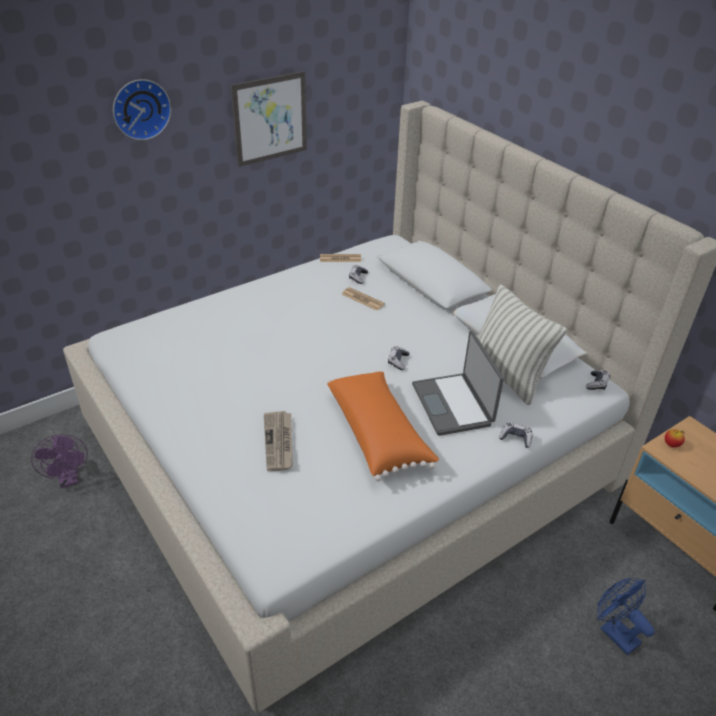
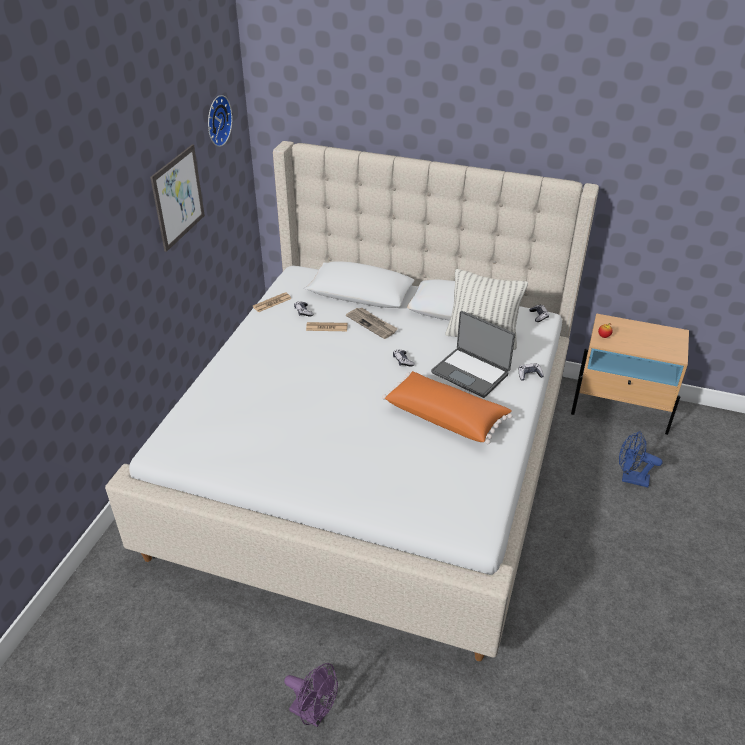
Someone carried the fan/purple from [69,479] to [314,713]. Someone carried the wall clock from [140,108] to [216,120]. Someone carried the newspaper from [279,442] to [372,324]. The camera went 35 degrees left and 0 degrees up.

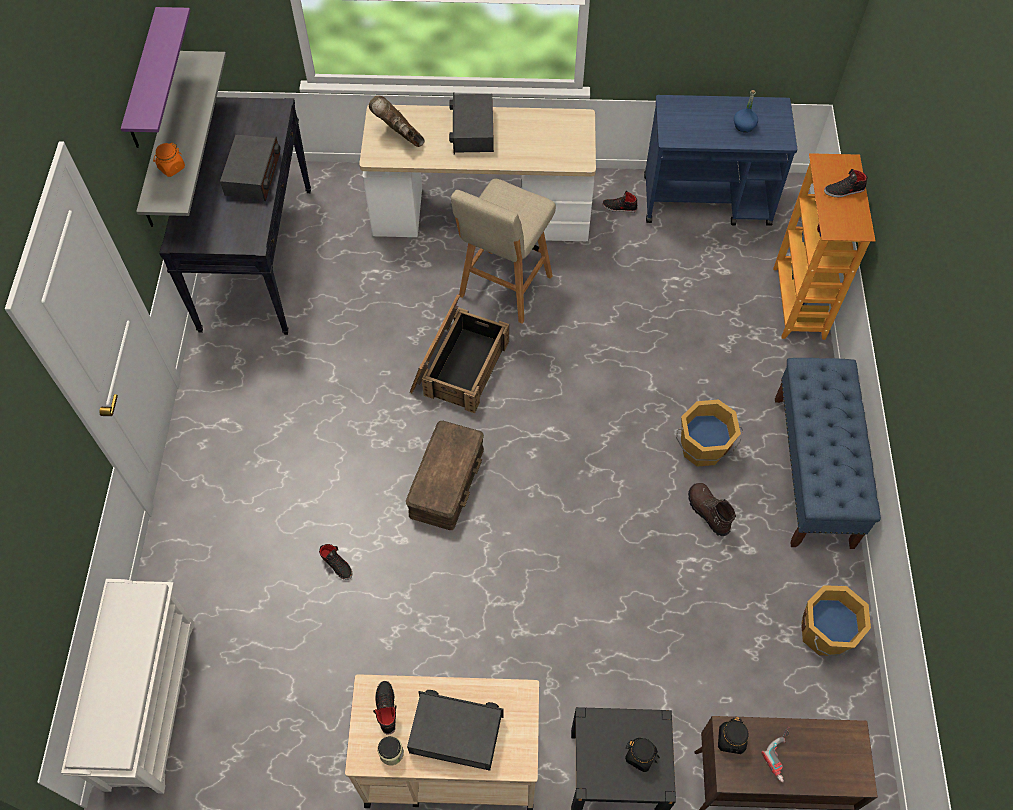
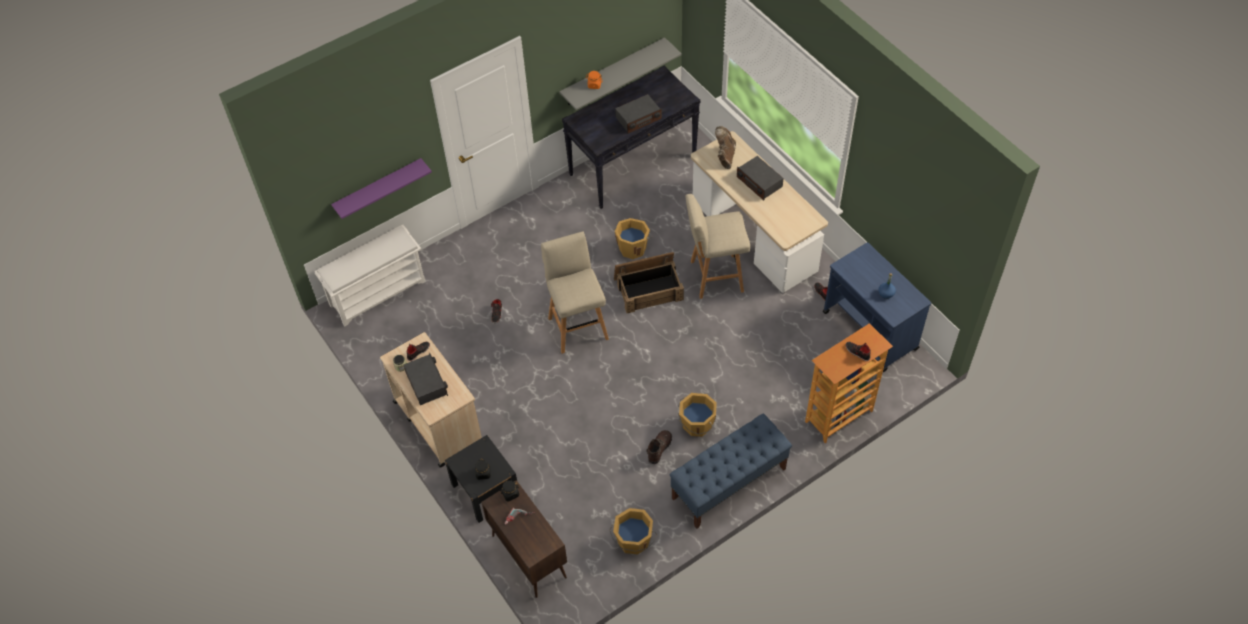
Someone carried the shelf/purple from [144,81] to [378,189]. Someone swapped the storage box/brown at [445,481] for the stool/beige at [577,326]. Someone rotated the radio at [472,131] by 90 degrees counterclockwise. Someone put down the bucket/orange at [632,248]. The camera went 55 degrees right and 5 degrees down.

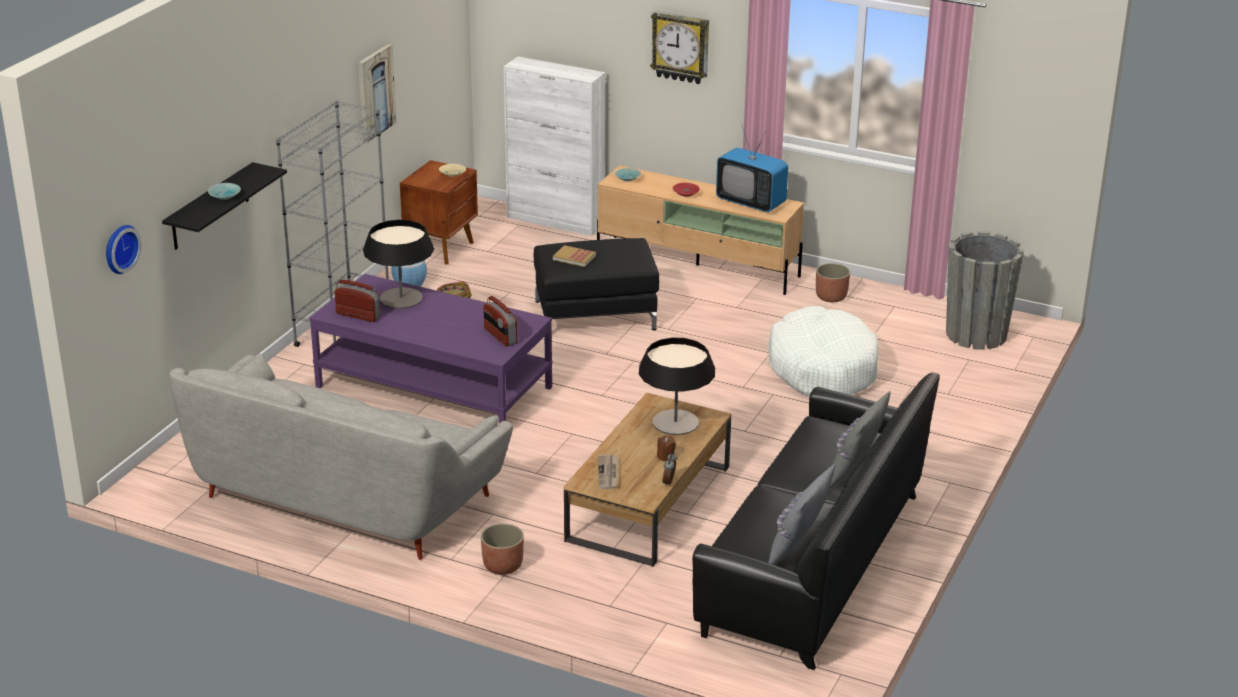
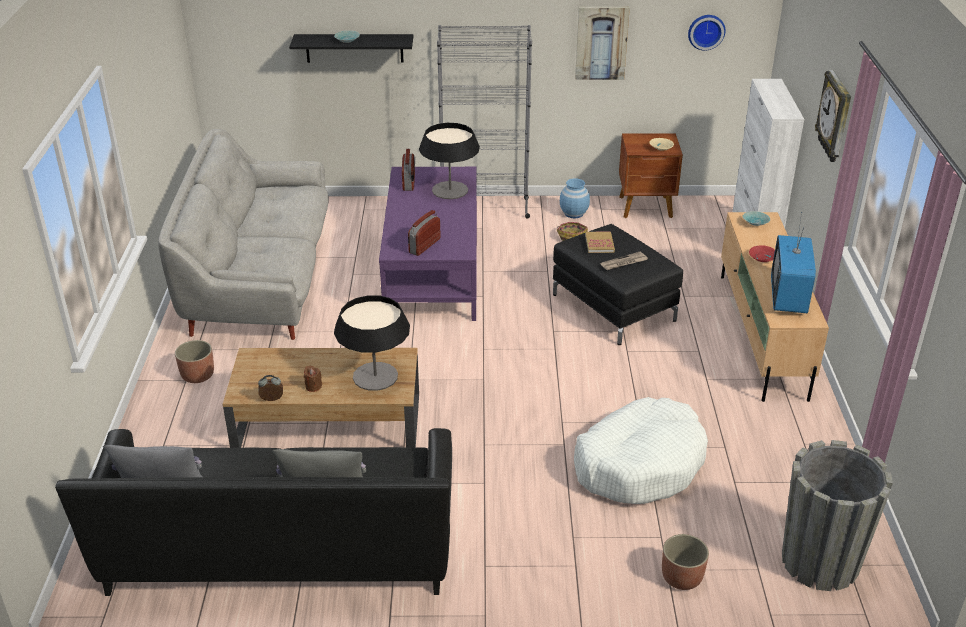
Someone carried the wall clock from [119,248] to [706,31]. Someone carried the newspaper from [608,473] to [624,263]. Someone carried the planter from [831,297] to [682,577]. The camera went 65 degrees right and 5 degrees up.

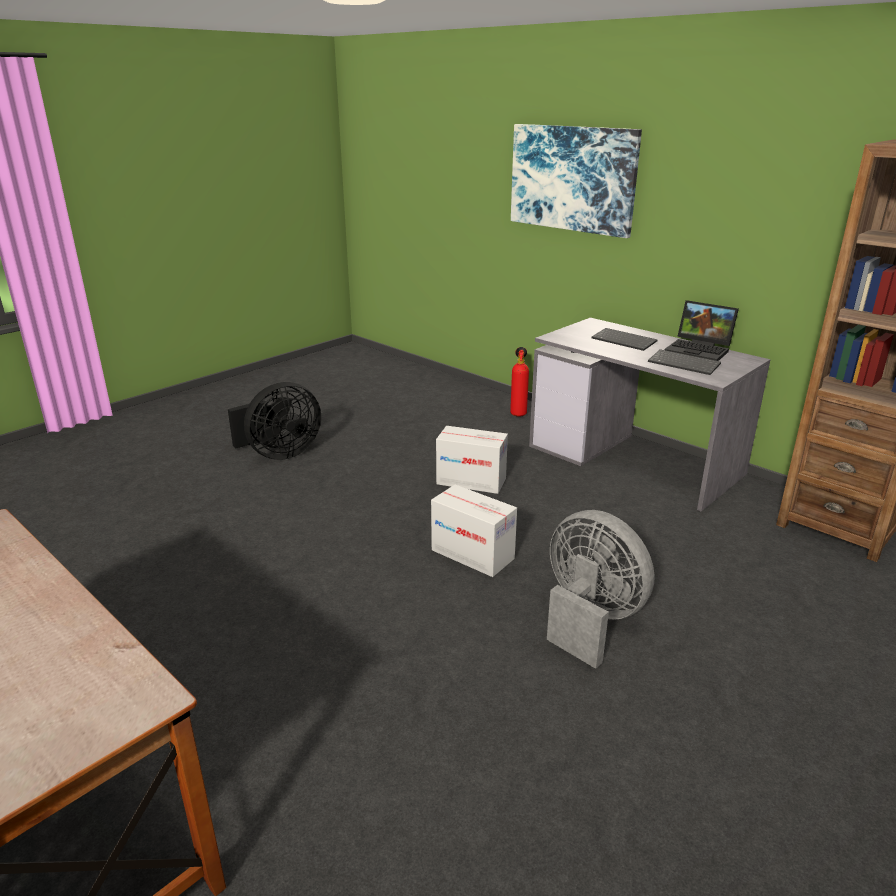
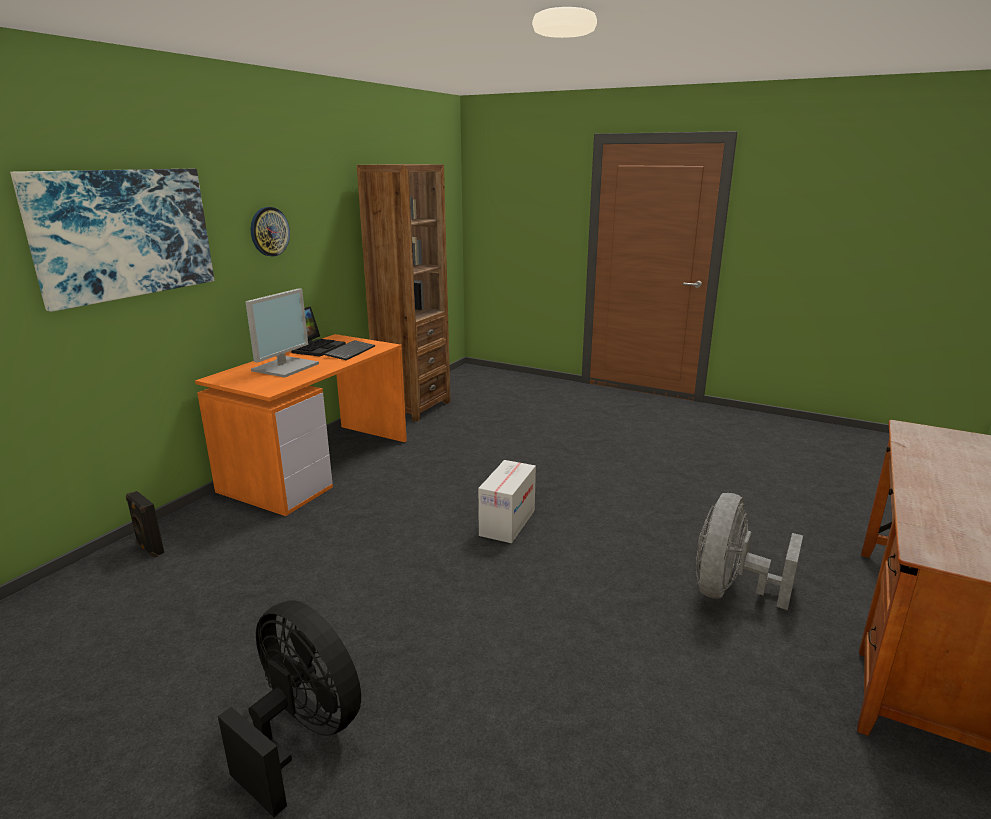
Someone took away the cardboard box at [471,481]. Someone took away the fire extinguisher at [518,413]. Someone repainted the desk/grey at [635,460], which became the desk/orange at [318,464]. Someone carried the fan/grey from [589,619] to [730,591]. Someone swapped the keyboard at [625,341] for the monitor at [285,367]. Someone put down the speaker/black at [149,548]. Someone put up the wall clock at [269,231]. The camera went 105 degrees left and 5 degrees down.

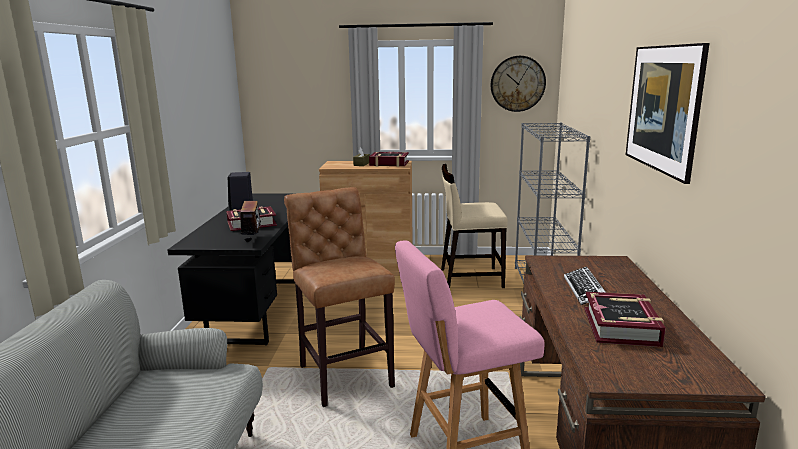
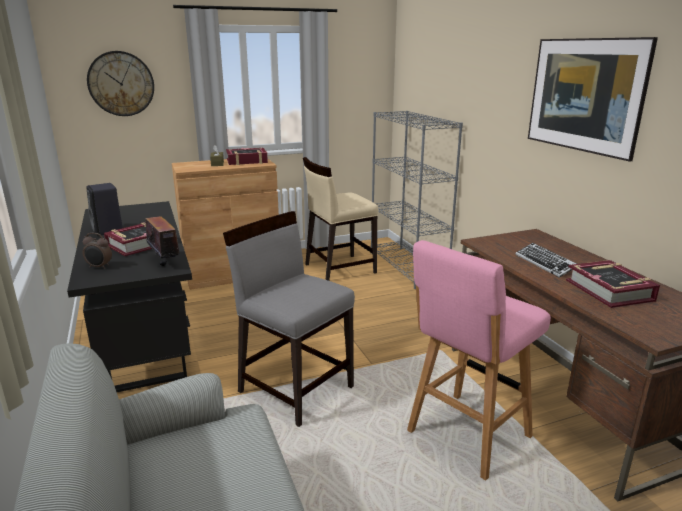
Someone swapped the stool/brown at [343,373] for the chair/grey at [295,388]. Someone carried the wall clock from [517,83] to [121,84]. Someone put down the alarm clock at [99,267]. The camera went 25 degrees left and 5 degrees up.

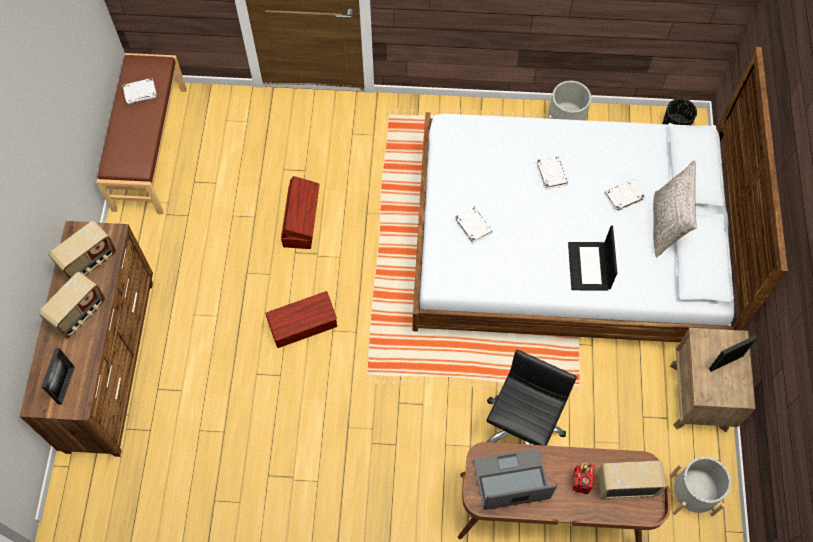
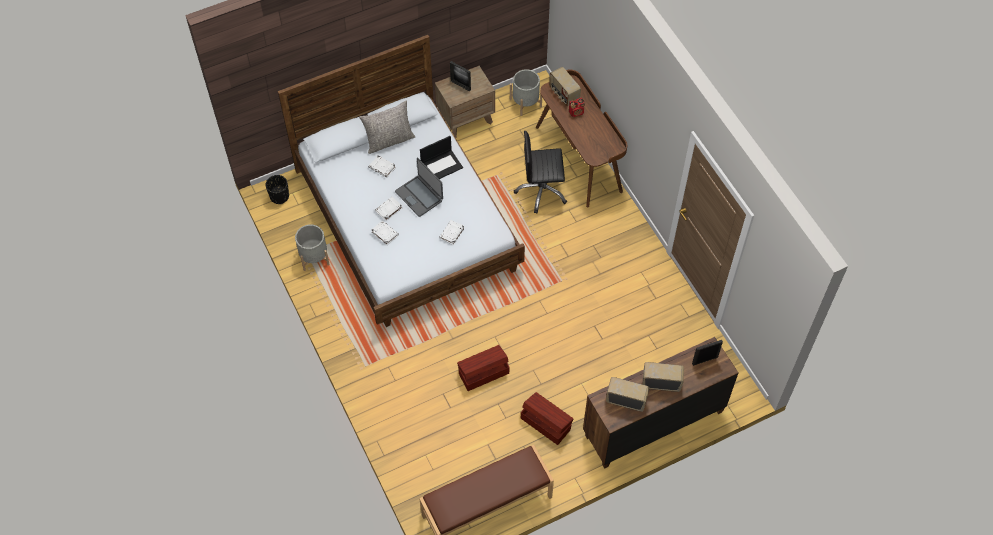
Someone carried the book/white from [140,93] to [384,233]. Someone carried the storage box/brown from [303,325] to [545,423]. Someone carried the laptop from [511,481] to [419,196]. The camera went 120 degrees left and 5 degrees down.

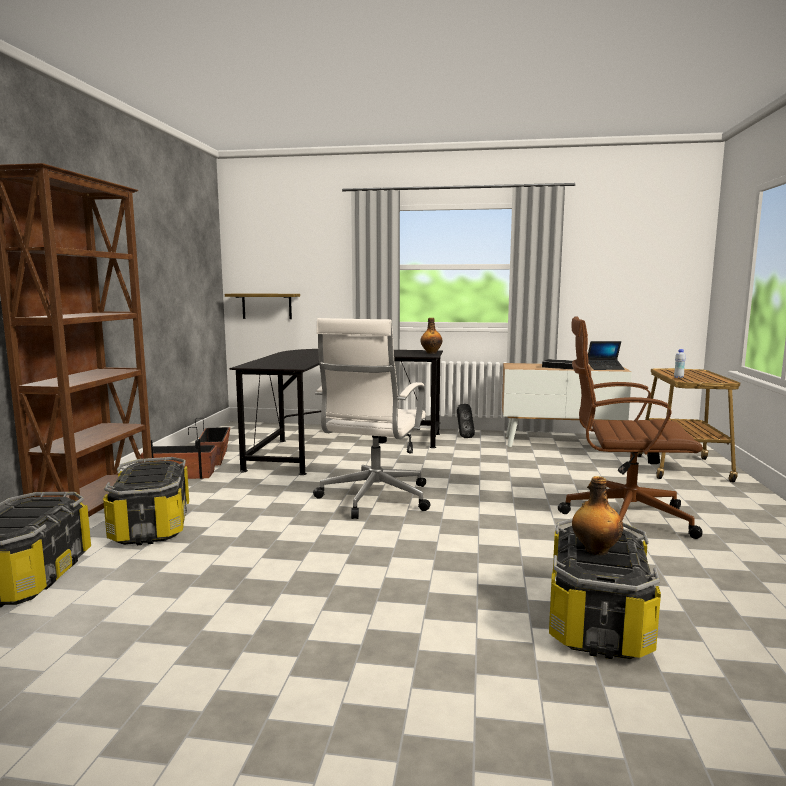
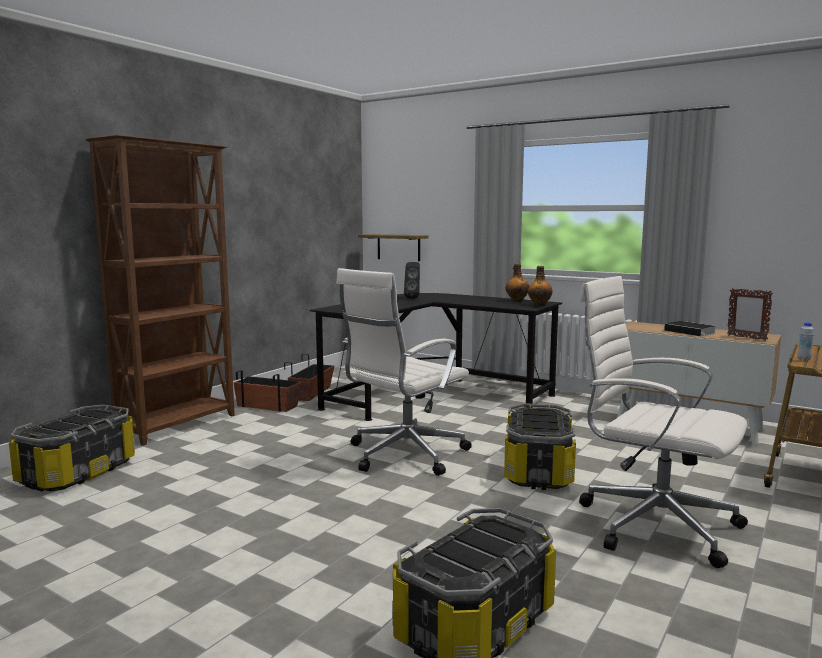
Someone carried the storage box from [152,525] to [539,471]. Someone carried the speaker/black from [463,437] to [412,298]. Someone repainted the office chair/brown at [623,517], which became the office chair/white at [653,524]. Someone carried the bottle from [595,550] to [517,301]. Someone swapped the laptop at [605,368] for the picture frame at [746,338]. The camera went 25 degrees right and 0 degrees up.

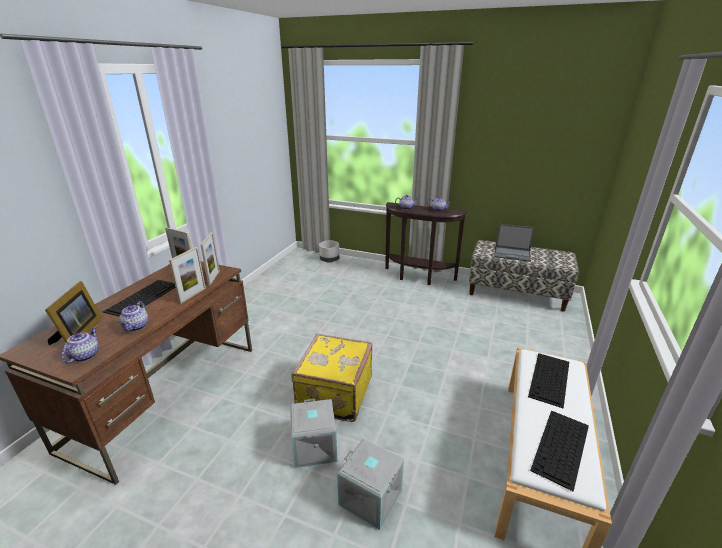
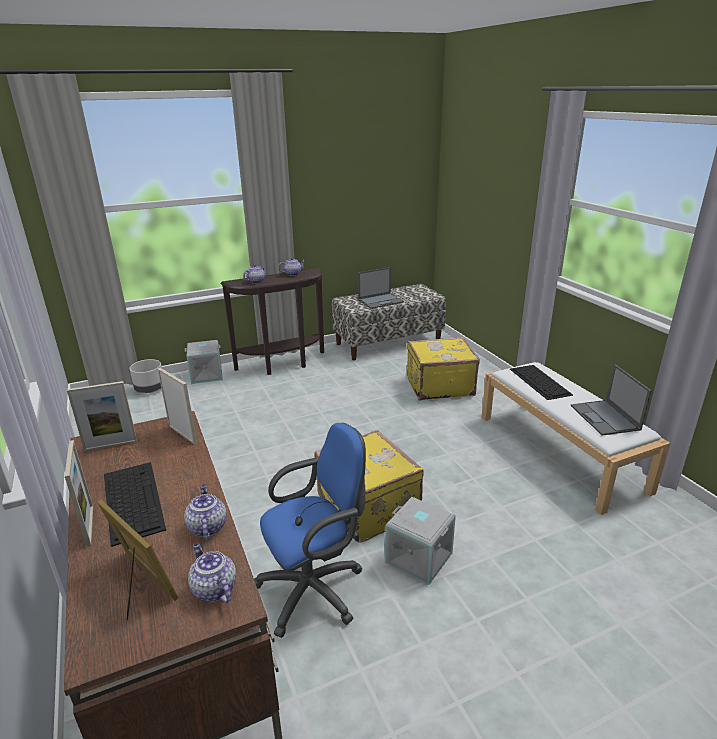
Someone rotated the teapot at [136,327] by 150 degrees counterclockwise. Someone carried the picture frame from [193,295] to [90,525]. Someone carried the storage box/grey from [371,496] to [207,374]. Someone swapped the keyboard at [561,448] for the laptop at [605,418]. Someone put down the office chair/blue at [316,589]. Someone put down the suitcase/yellow at [439,386]. The camera went 45 degrees left and 0 degrees up.

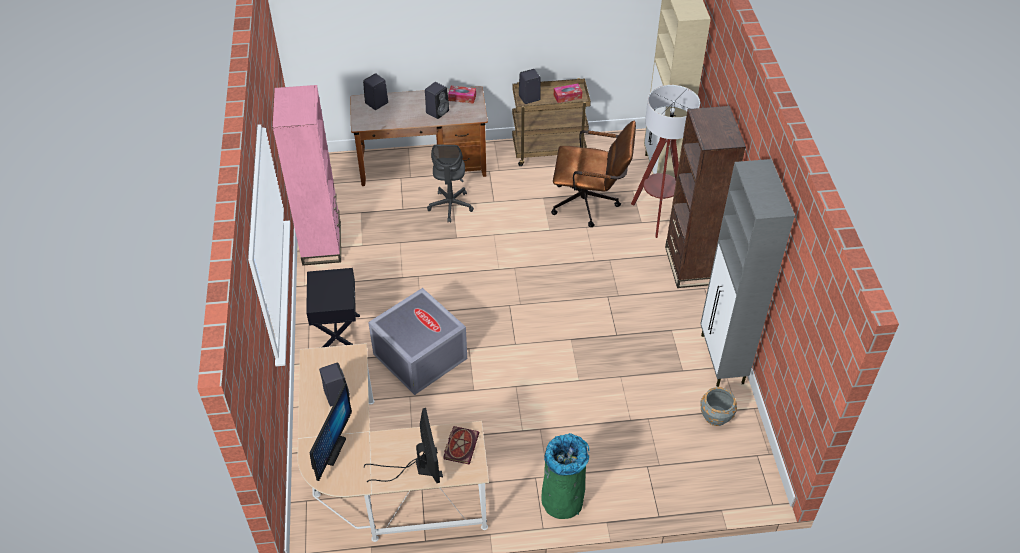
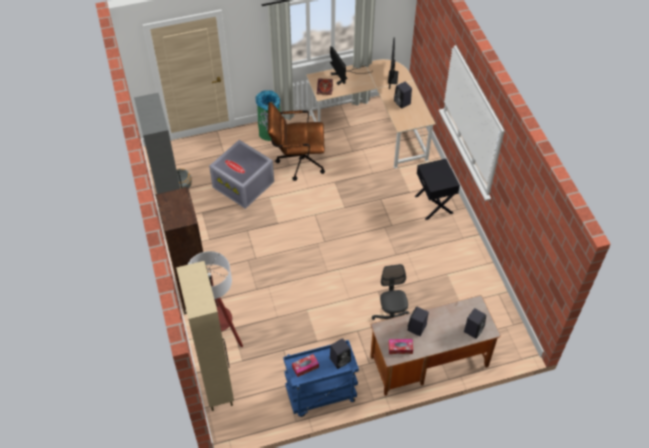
Someone took away the bookcase/pink at [322,243]. Someone carried the storage box/grey from [418,356] to [244,184]. Someone repainted the cart/brown at [549,151], which became the cart/blue at [320,396]. Someone carried the office chair/brown from [590,204] to [297,161]. The camera went 170 degrees right and 5 degrees up.

